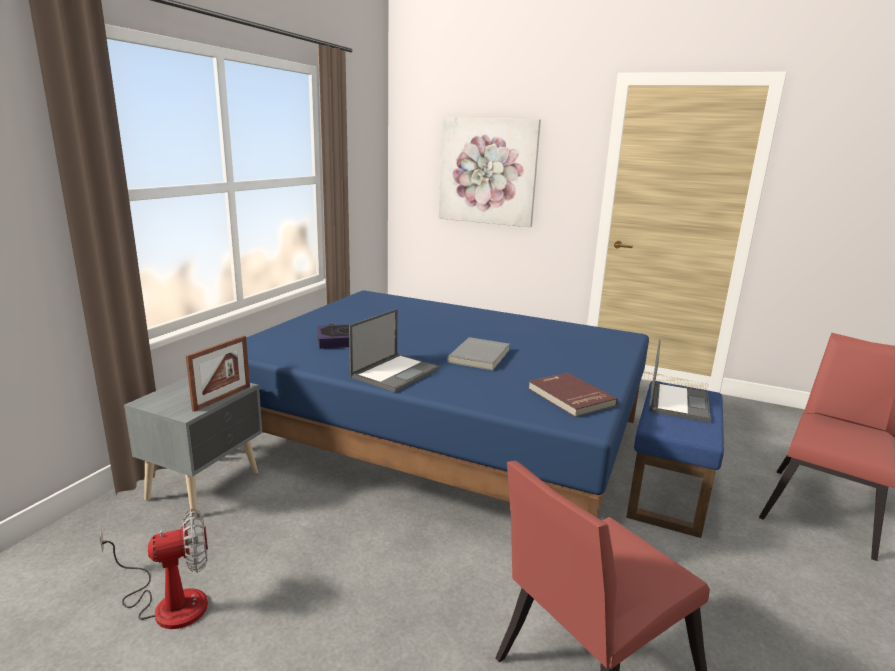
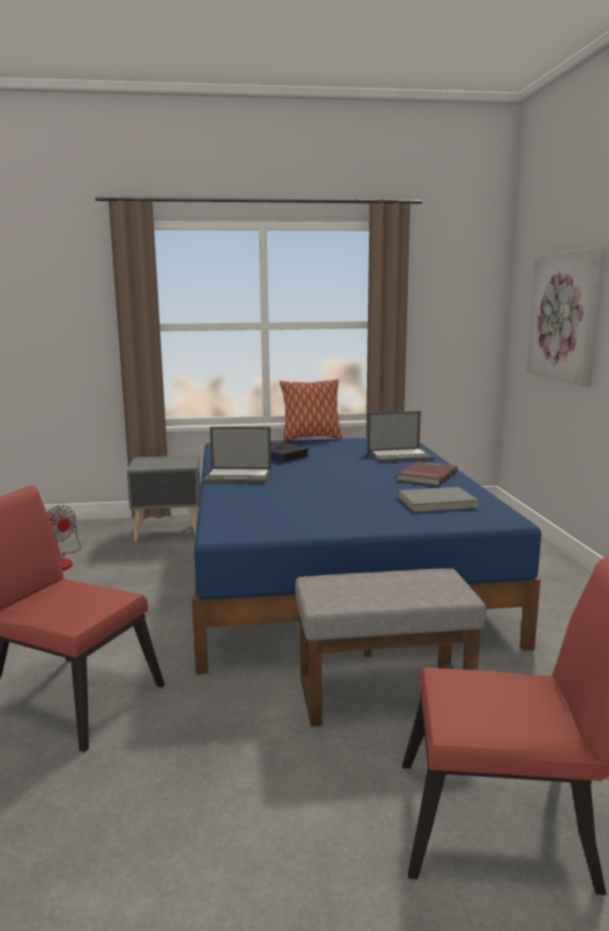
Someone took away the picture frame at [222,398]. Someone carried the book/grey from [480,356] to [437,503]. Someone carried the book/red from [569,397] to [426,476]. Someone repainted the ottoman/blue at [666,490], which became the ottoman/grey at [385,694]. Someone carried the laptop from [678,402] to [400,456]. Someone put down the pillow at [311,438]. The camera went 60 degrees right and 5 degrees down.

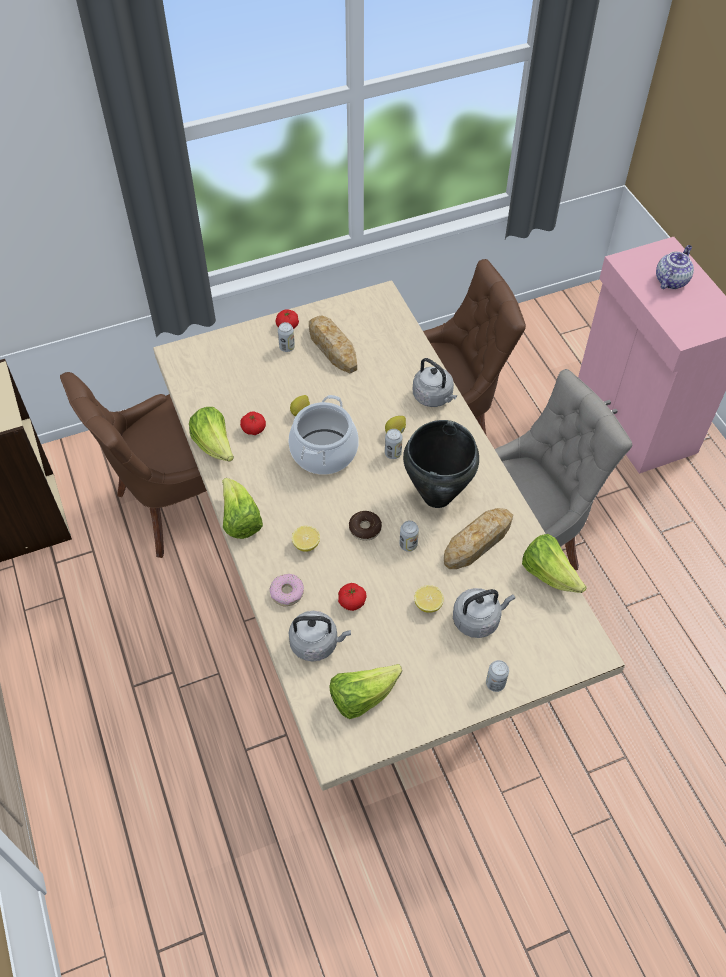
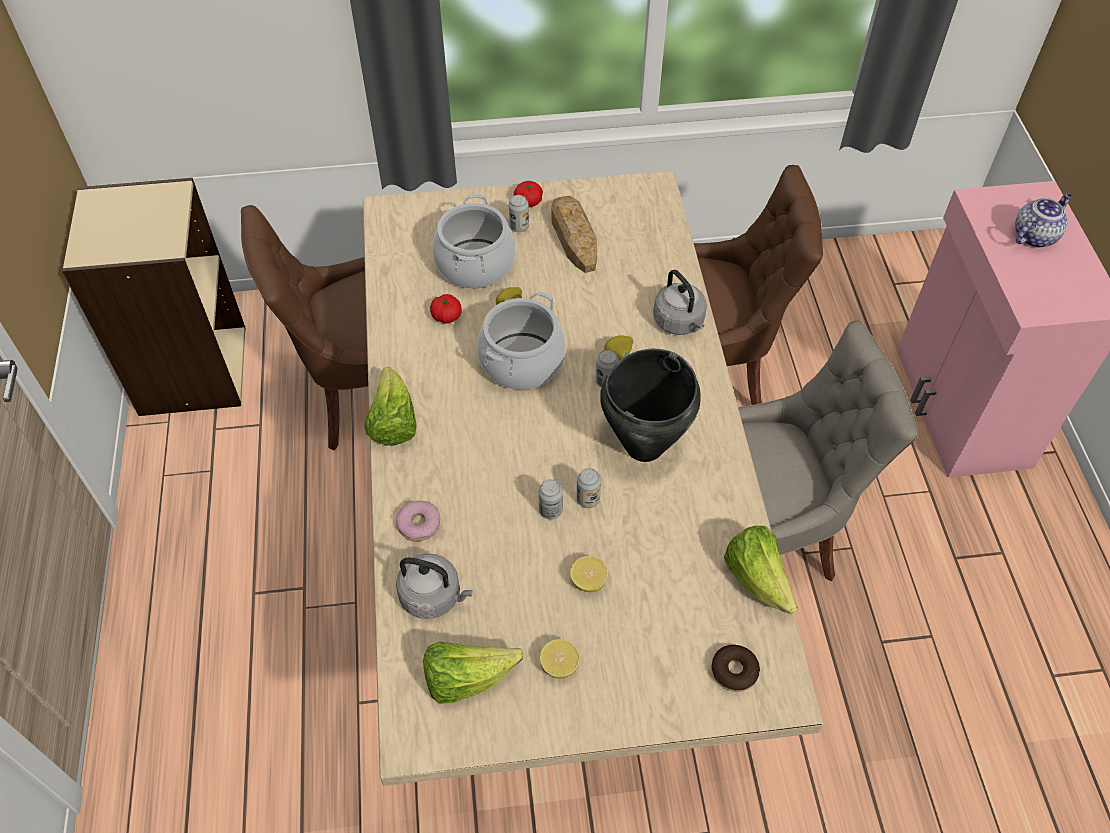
Someone took away the lettuce at [214,445]. Someone carried the lemon from [306,544] to [559,665]. Someone took away the tomato at [352,601]. Someone carried the donut from [365,528] to [734,671]. Someone took away the bread at [478,541]. Someone took away the kettle/grey at [478,619]. Someone carried the can from [495,683] to [550,510]. Someone put down the cooking pot at [474,264]. The camera went 15 degrees right and 0 degrees up.

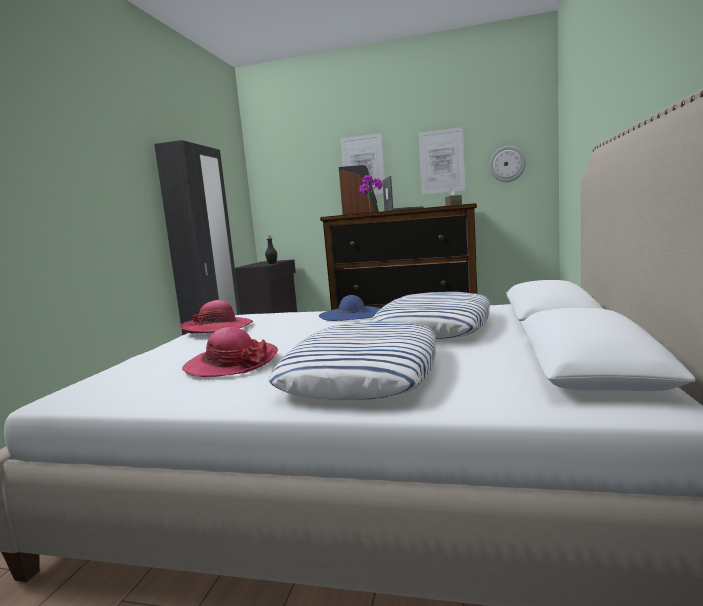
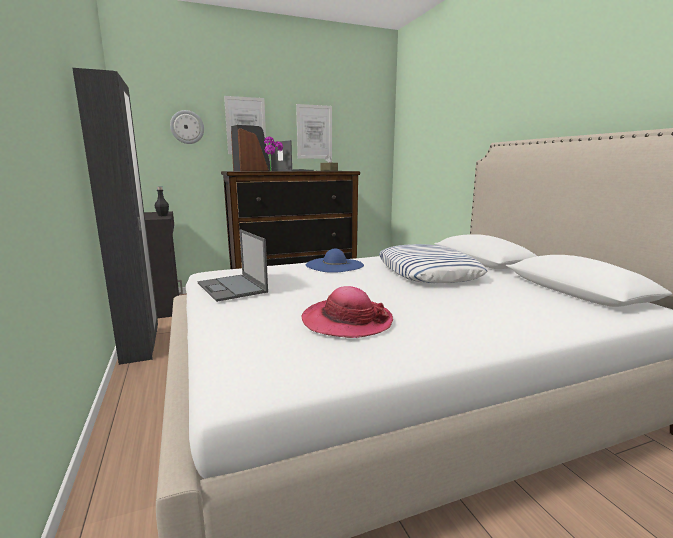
Someone swapped the hat at [217,328] for the laptop at [232,288]. Someone took away the pillow at [363,372]. Someone carried the wall clock from [507,164] to [187,127]. The camera went 35 degrees left and 5 degrees up.

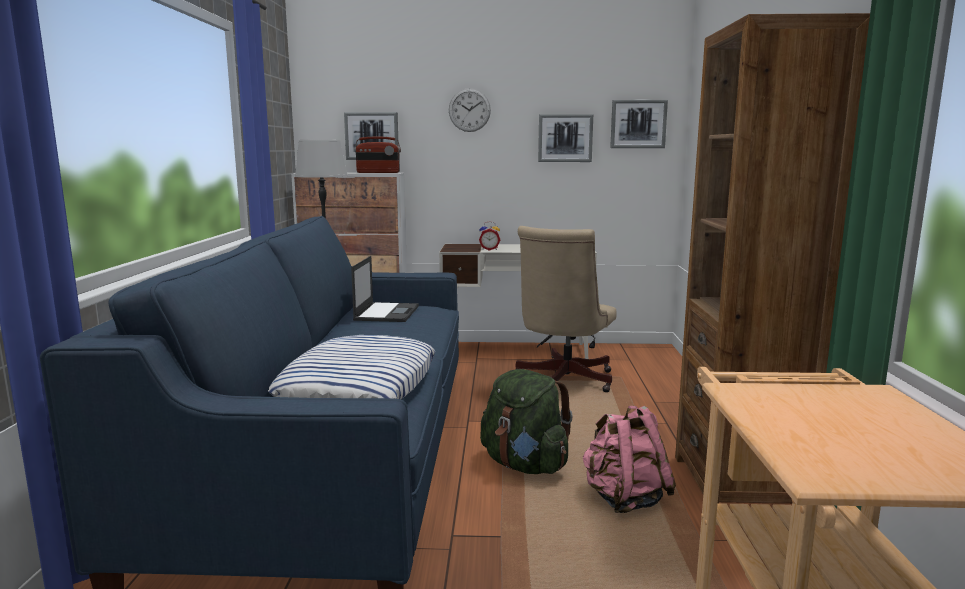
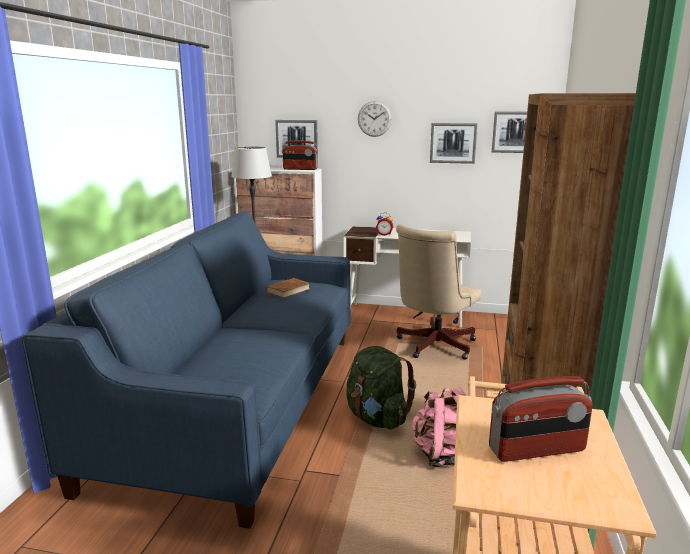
Someone took away the pillow at [359,385]. Someone swapped the laptop at [387,312] for the book/brown at [288,291]. Someone put down the radio at [537,450]. The camera went 10 degrees right and 5 degrees up.

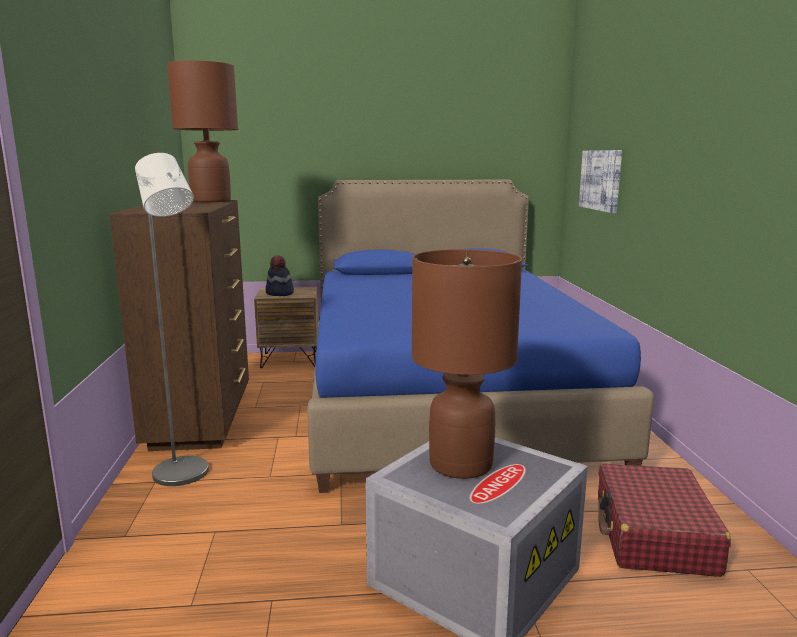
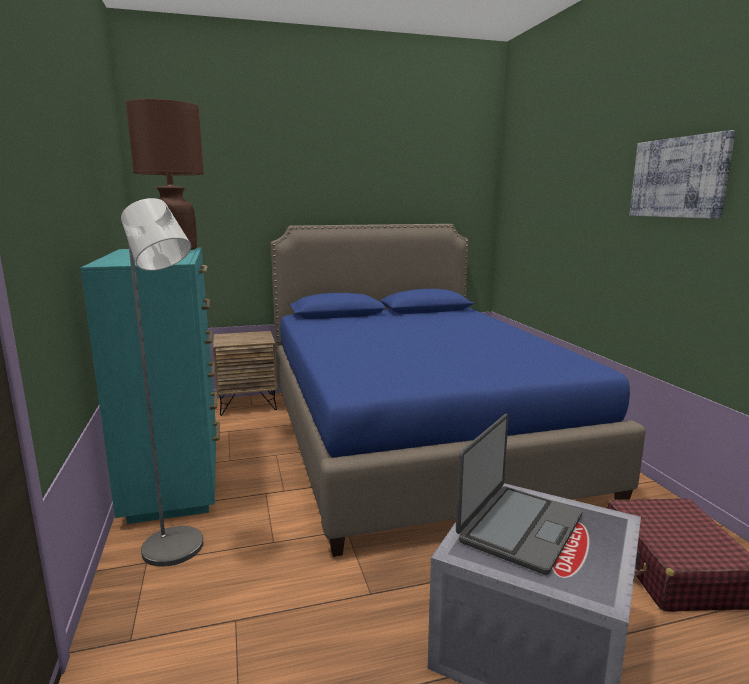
Someone repainted the dresser/brown at [202,418], which became the dresser/turquoise at [176,478]. Someone took away the hat at [279,293]. Someone swapped the table lamp/brown at [460,464] for the laptop at [519,527]. Someone carried the picture from [600,180] to [678,177]. The camera went 10 degrees left and 0 degrees up.

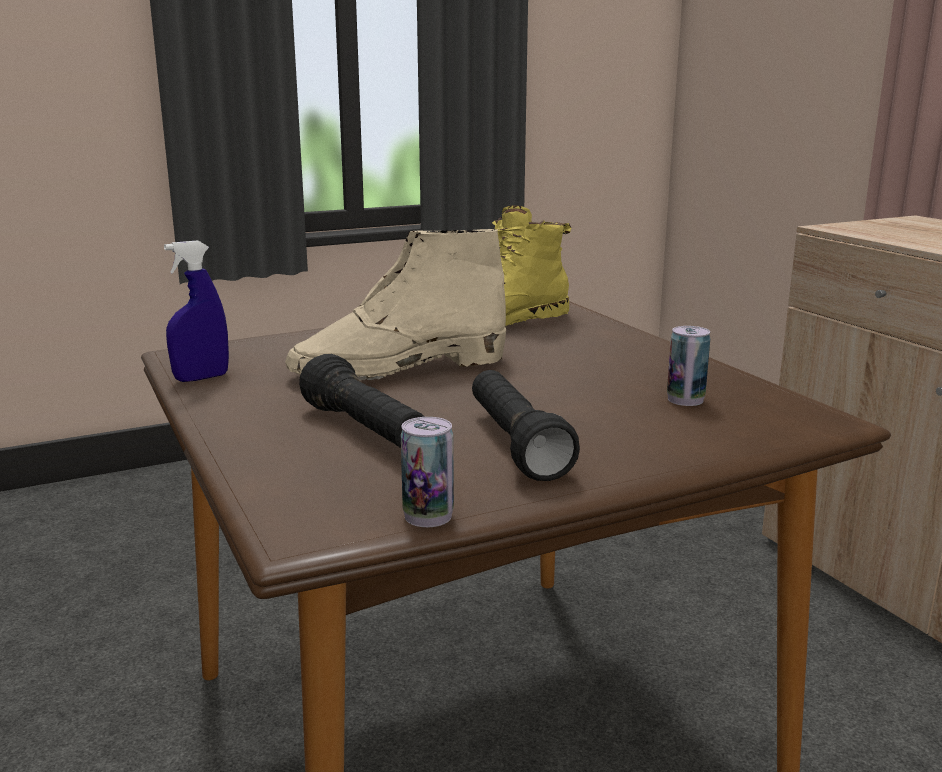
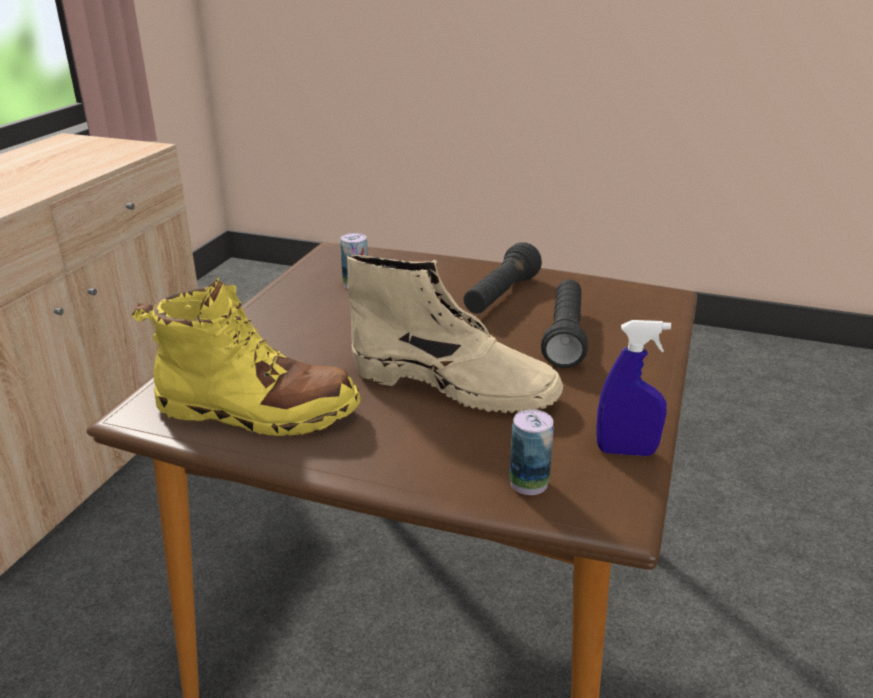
Someone carried the can from [428,516] to [529,483]. The camera went 135 degrees left and 10 degrees up.

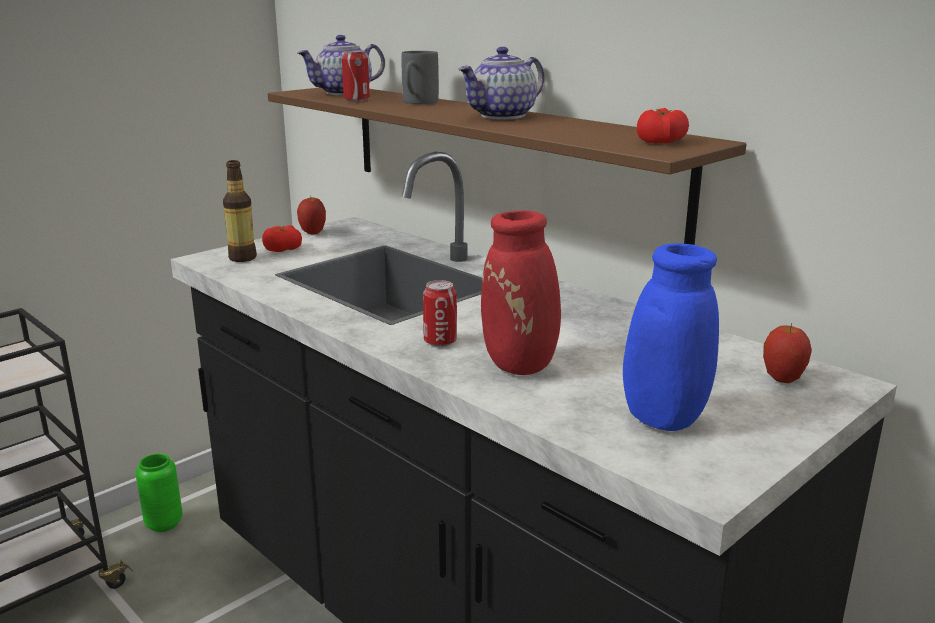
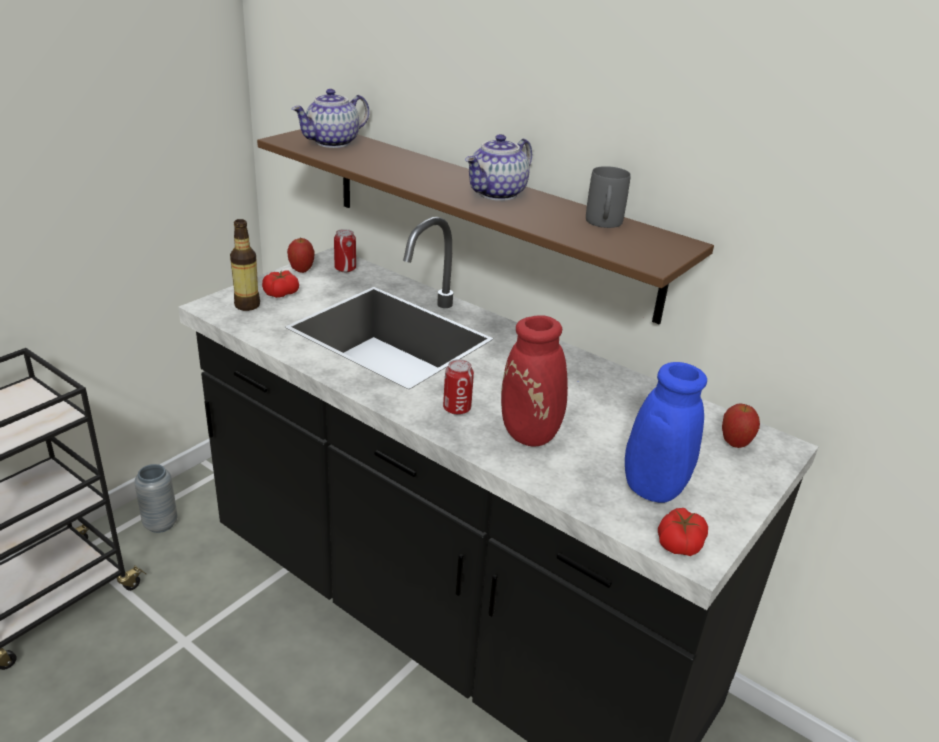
Someone repainted the vase/green at [164,524], which became the vase/grey at [160,524]. Someone carried the can from [356,100] to [345,269]. Someone carried the mug/grey from [417,103] to [603,224]. Someone carried the tomato from [660,141] to [679,543]. The camera went 10 degrees left and 10 degrees up.

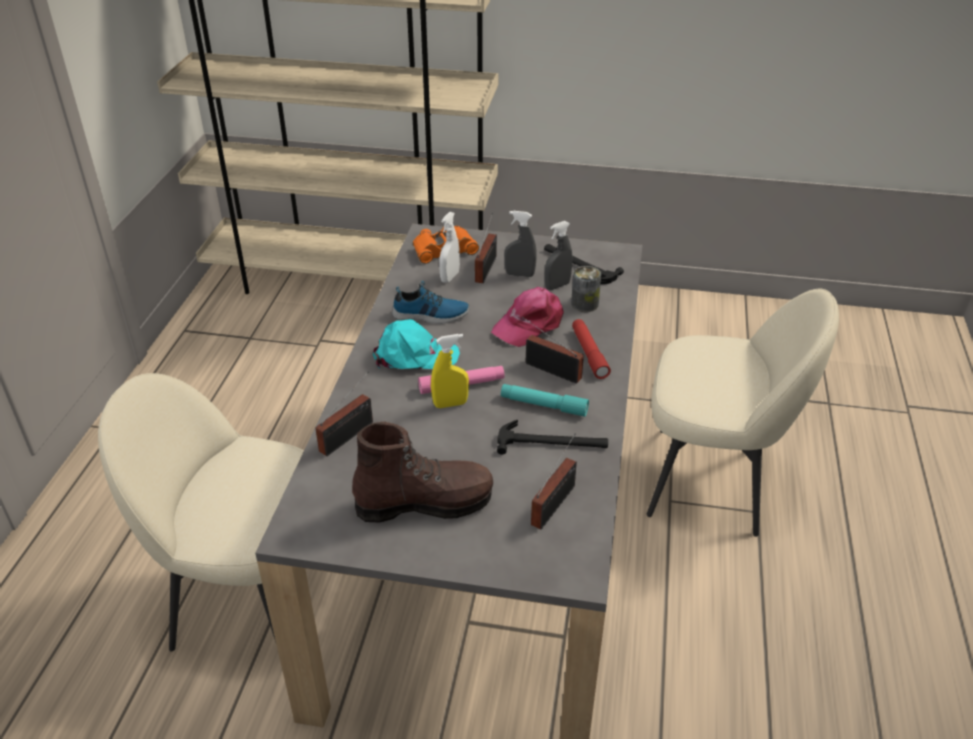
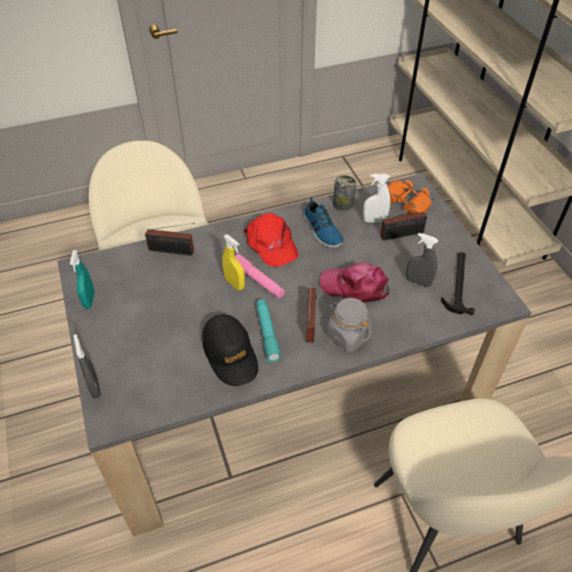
Someone took away the boot/brown at [424,502]. Someone repainted the cap/turquoise at [414,356], which became the cap/red at [271,244]. Someone swapped the hammer at [552,442] for the cap/black at [230,354]. Someone carried the spray bottle/grey from [520,274] to [95,387]. Someone took away the radio at [556,503]. Someone carried the can from [584,304] to [343,204]. Someone swapped the flashlight/red at [589,353] for the jar/grey at [348,335]. Someone put down the spray bottle/turquoise at [89,300]. The camera went 60 degrees right and 10 degrees up.

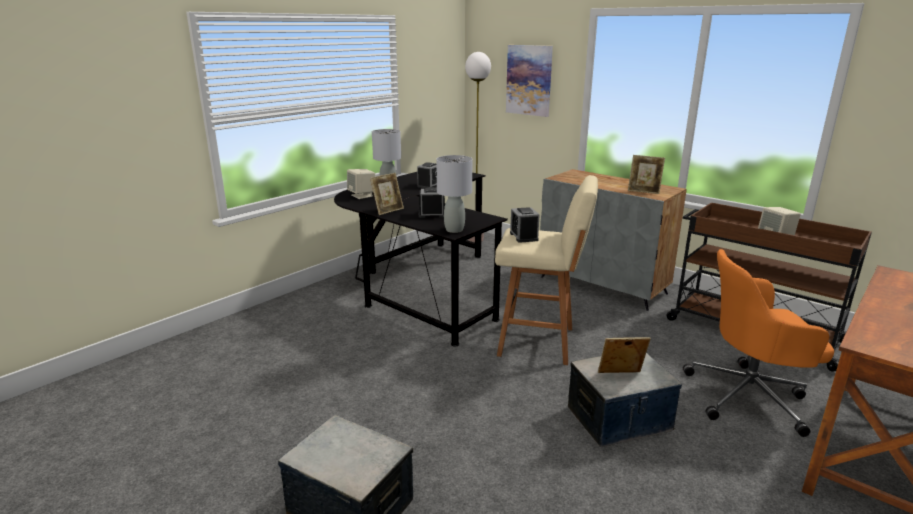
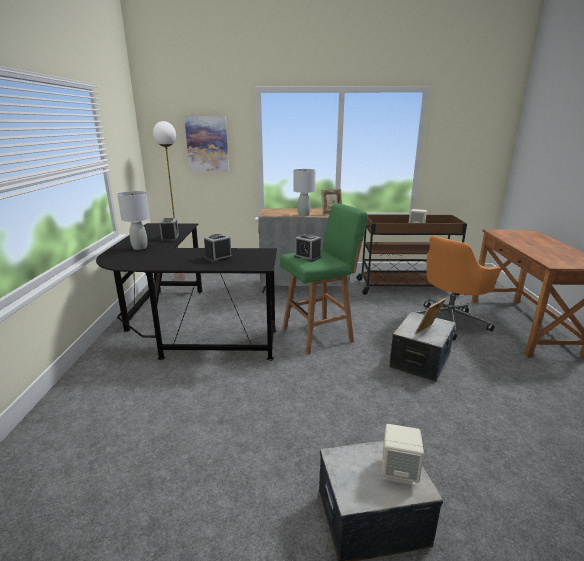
Someone carried the speaker/beige from [362,196] to [399,471]. Someone took away the picture frame at [388,210]. Someone carried the table lamp/grey from [454,230] to [304,215]. Someone repainted the stool/beige at [539,342], which became the stool/green at [319,334]. The camera went 40 degrees left and 0 degrees up.

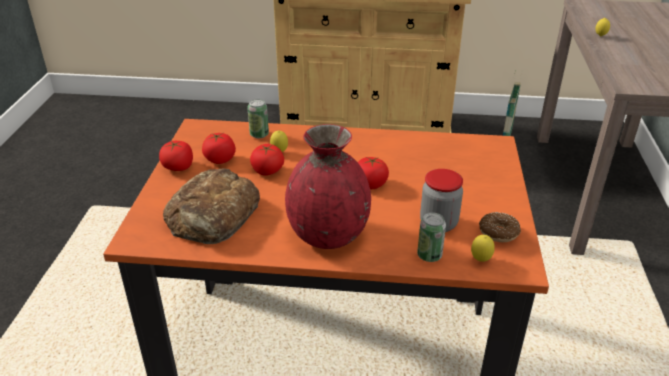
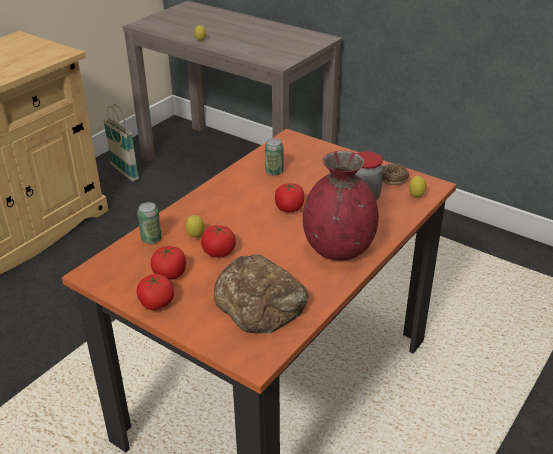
Someone carried the can from [429,255] to [274,172]. The camera went 60 degrees left and 0 degrees up.

